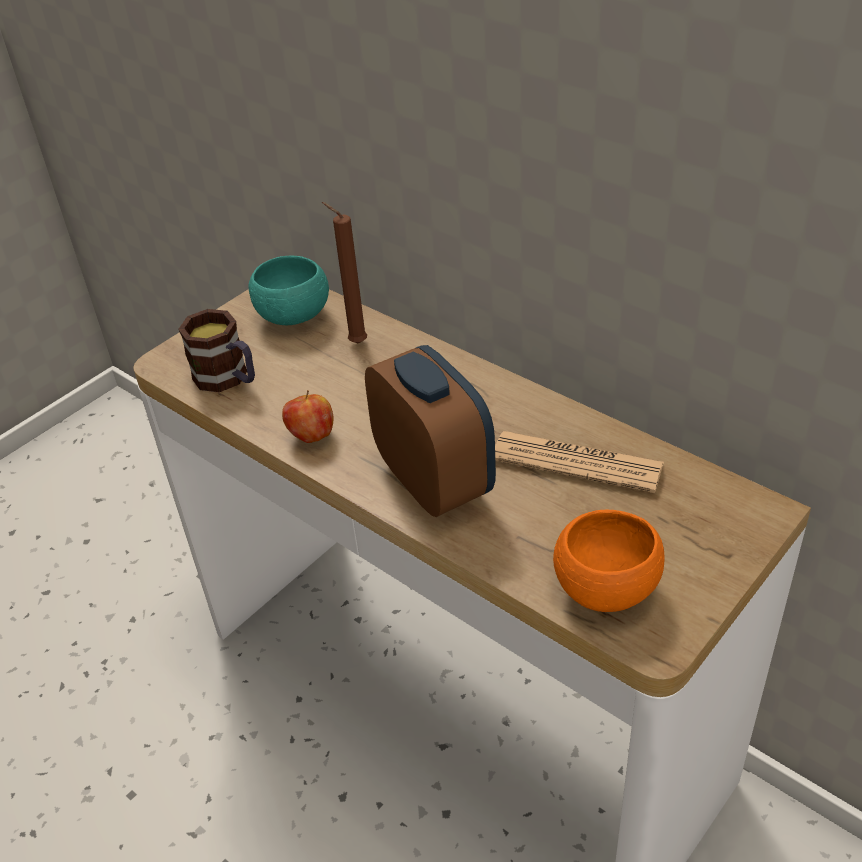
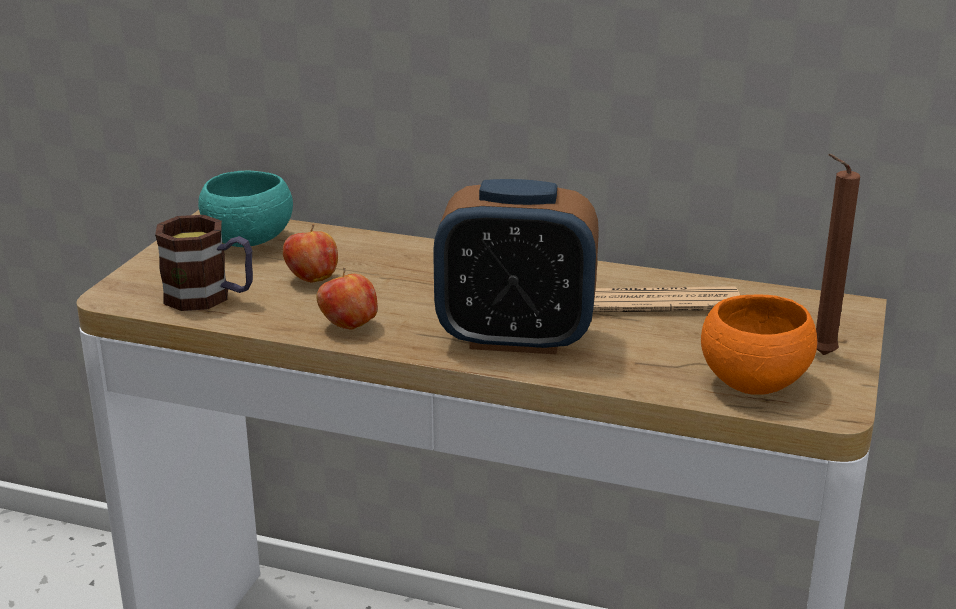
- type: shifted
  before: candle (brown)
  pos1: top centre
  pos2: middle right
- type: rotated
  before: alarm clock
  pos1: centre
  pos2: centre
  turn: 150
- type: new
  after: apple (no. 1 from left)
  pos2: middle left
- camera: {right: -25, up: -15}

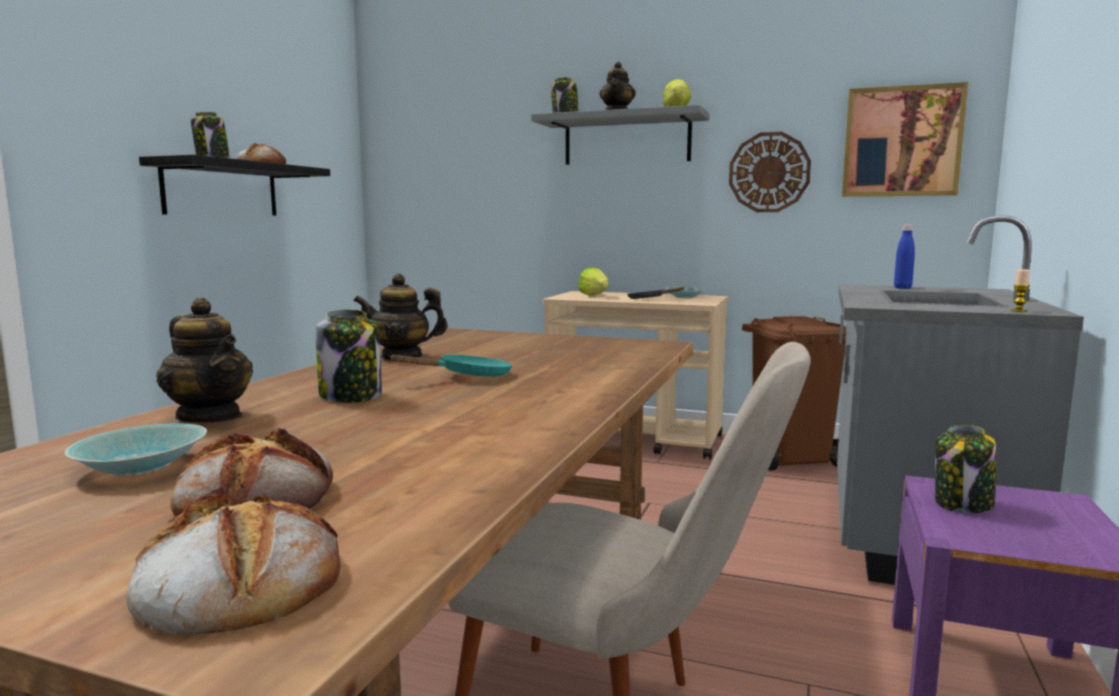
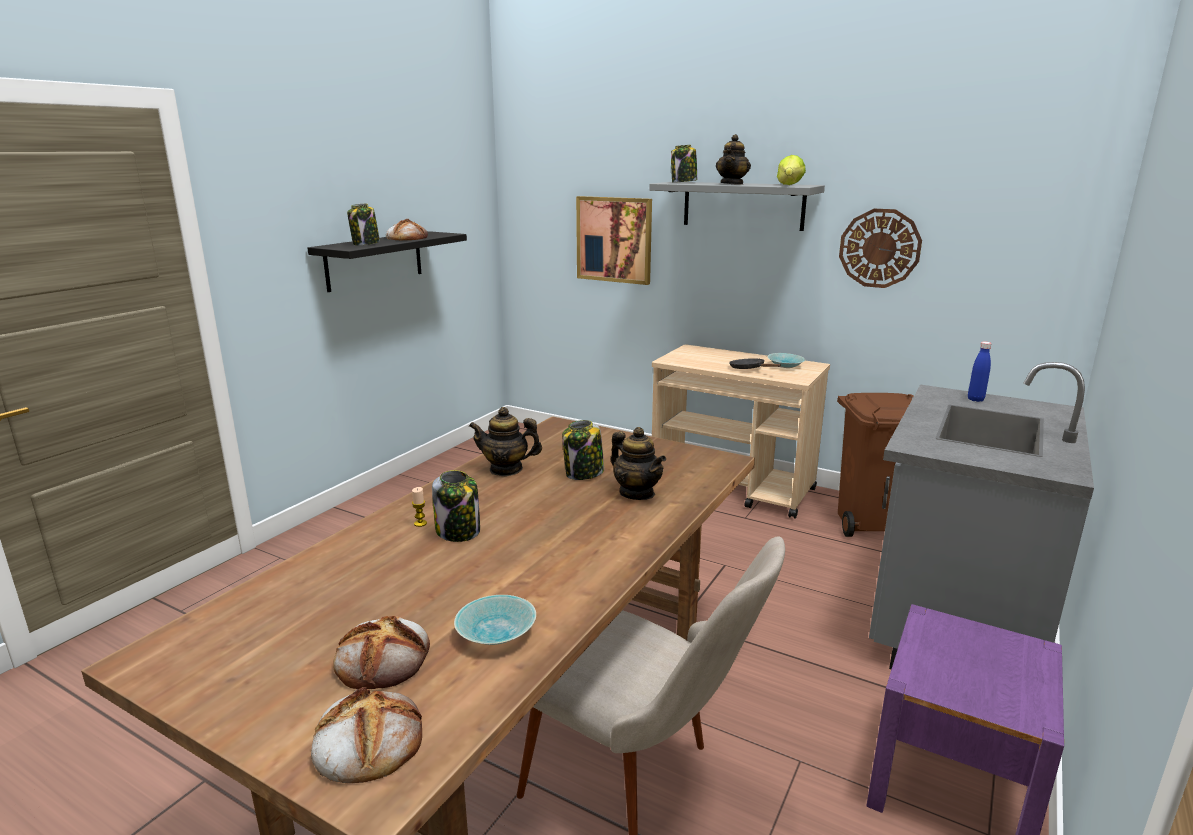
- type: shifted
  before: picture
  pos1: top right
  pos2: top centre
- type: gone
  before: lettuce (no. 1 from left)
  pos1: centre
- type: shifted
  before: candle
  pos1: middle right
  pos2: centre
- type: shifted
  before: teapot (no. 1 from left in the first image)
  after: teapot (no. 2 from left)
  pos1: middle left
  pos2: centre
- type: gone
  before: frying pan (turquoise)
  pos1: centre
- type: shifted
  before: bowl (turquoise) (no. 1 from left)
  pos1: middle left
  pos2: bottom centre
- type: shifted
  before: jar (no. 4 from left in the first image)
  after: jar (no. 3 from left)
  pos1: bottom right
  pos2: centre
- camera: {right: 10, up: 10}

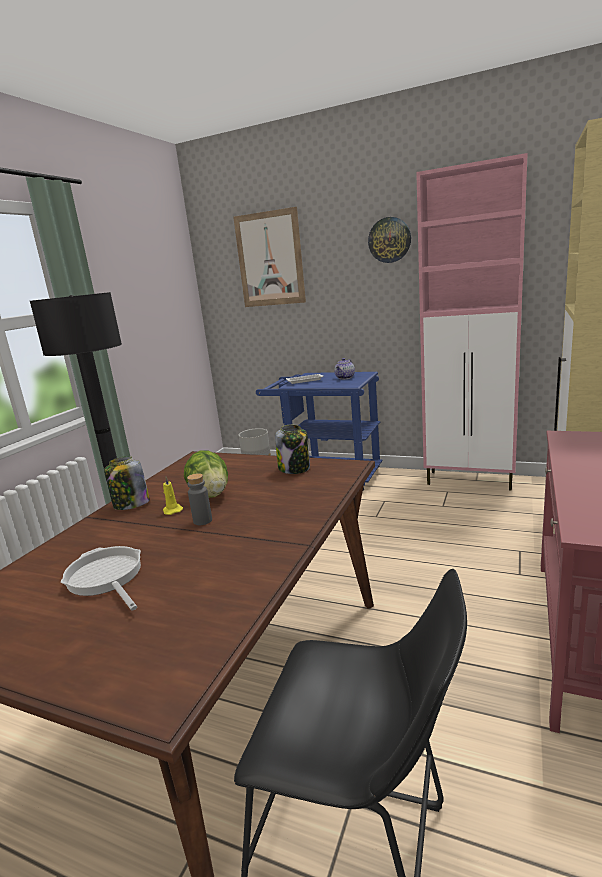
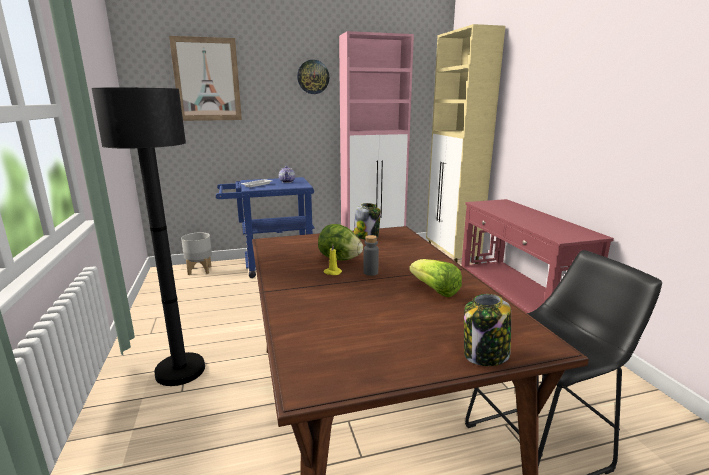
- type: shifted
  before: jar (no. 1 from left in the first image)
  after: jar (no. 2 from left)
  pos1: middle left
  pos2: bottom right
- type: gone
  before: frying pan
  pos1: middle left
- type: new
  after: lettuce (no. 2 from left)
  pos2: centre
- camera: {right: -40, up: 0}

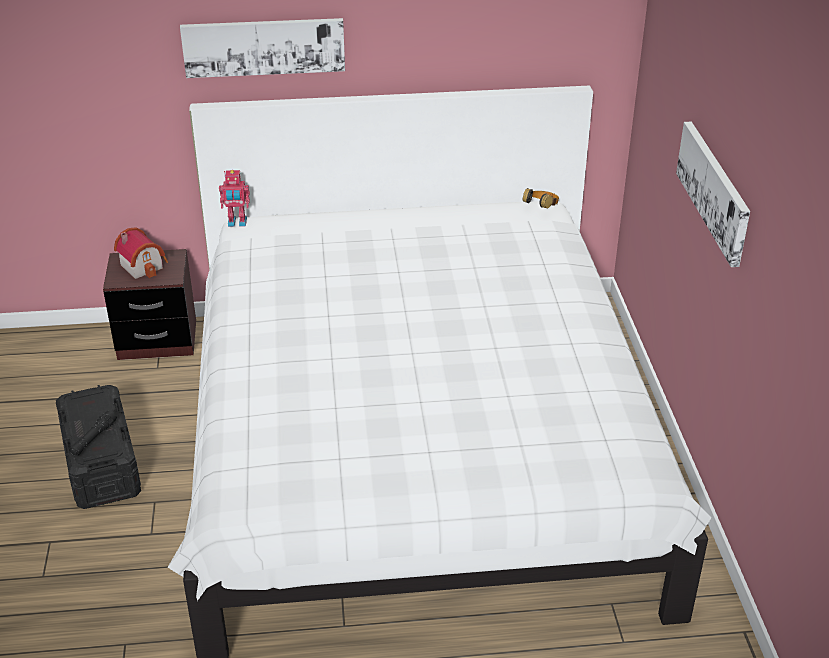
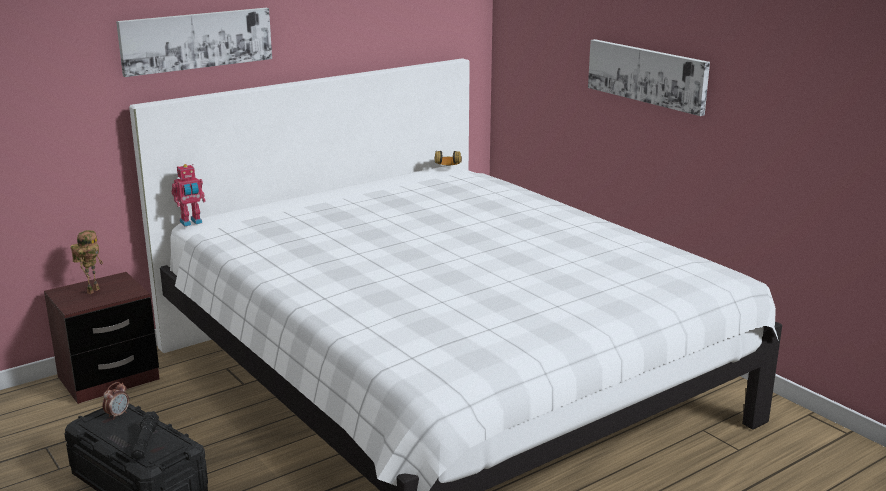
- type: swapped
  before: toy house
  after: toy robot (no. 1 from left)
  pos1: middle left
  pos2: middle left
- type: new
  after: alarm clock
  pos2: bottom left
- camera: {right: -30, up: -15}

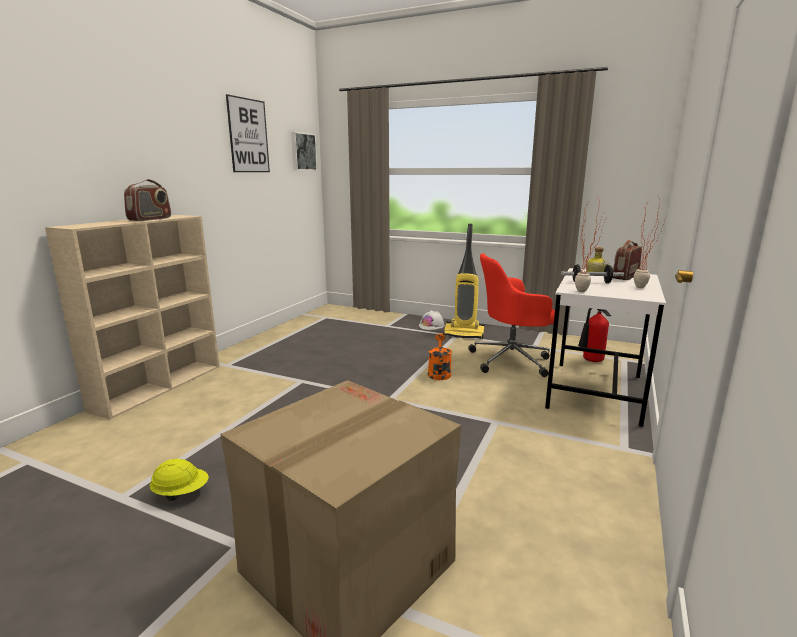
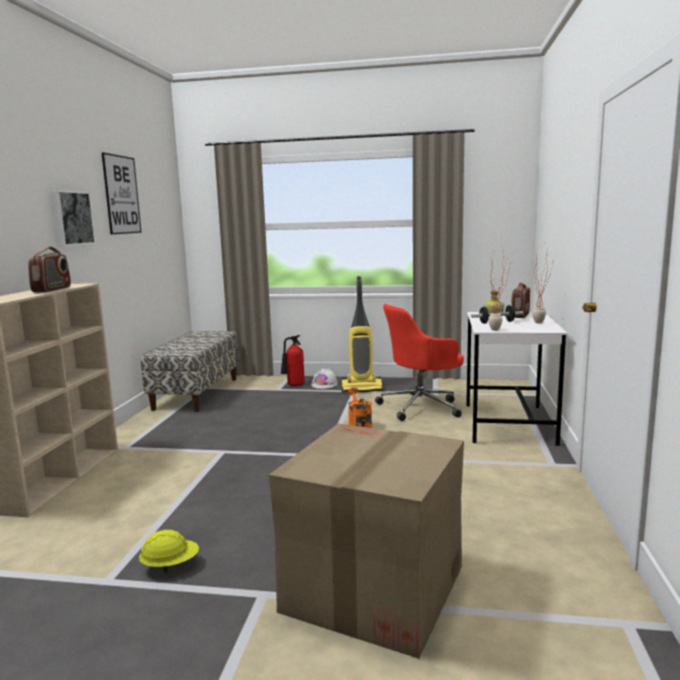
- type: shifted
  before: picture (no. 2 from left in the first image)
  after: picture (no. 1 from left)
  pos1: top centre
  pos2: top left
- type: shifted
  before: fire extinguisher
  pos1: middle right
  pos2: centre
- type: new
  after: bench
  pos2: middle left
- camera: {right: -15, up: -5}

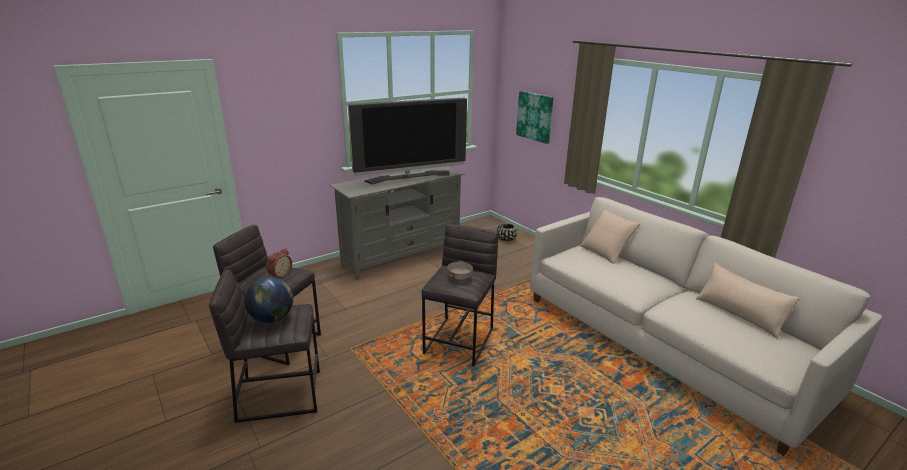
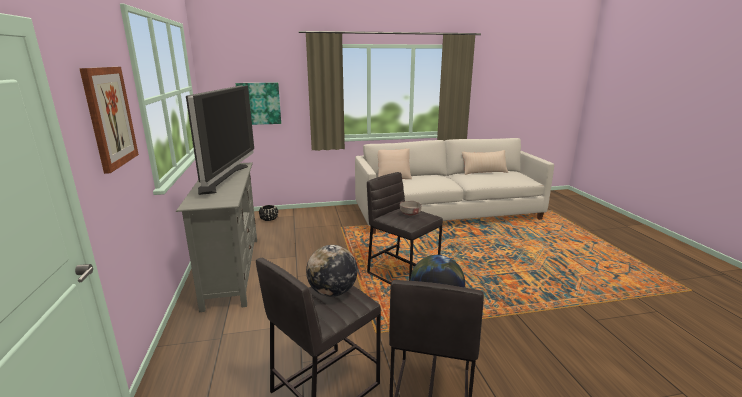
- type: swapped
  before: alarm clock
  after: globe (no. 1 from left)
  pos1: middle left
  pos2: bottom centre
- type: new
  after: picture (no. 1 from left)
  pos2: top left
- camera: {right: -65, up: -5}

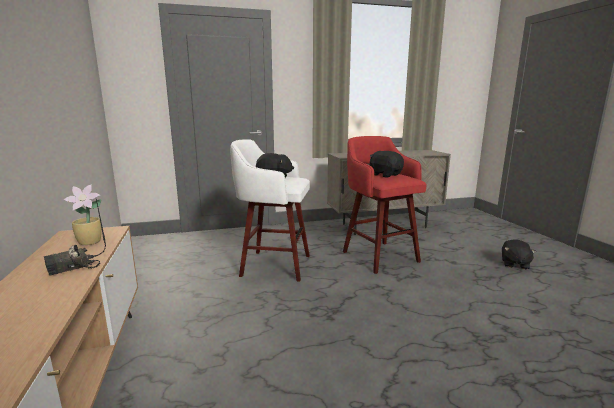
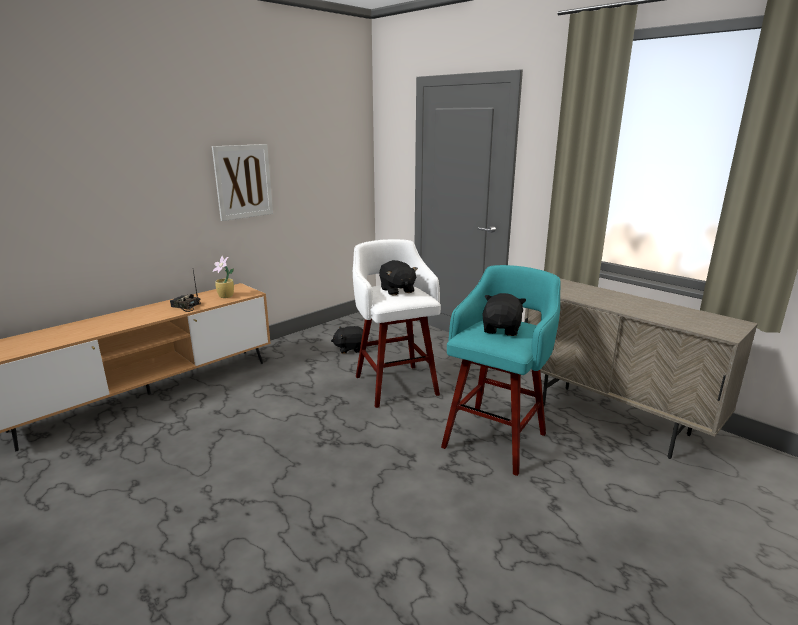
- type: repainted
  before: stool (red)
  after: stool (turquoise)
  pos1: centre
  pos2: centre
- type: shifted
  before: plush toy (black) (no. 3 from left in the first image)
  after: plush toy (black) (no. 1 from left)
  pos1: middle right
  pos2: centre
- type: new
  after: picture
  pos2: top left
- camera: {right: 60, up: 5}

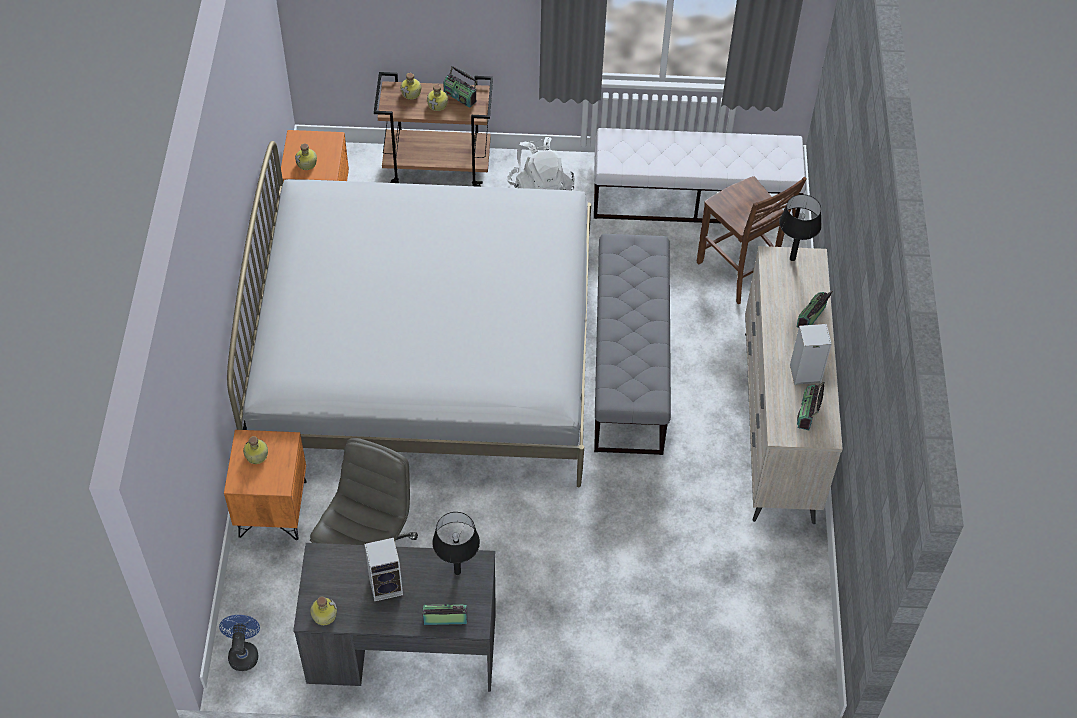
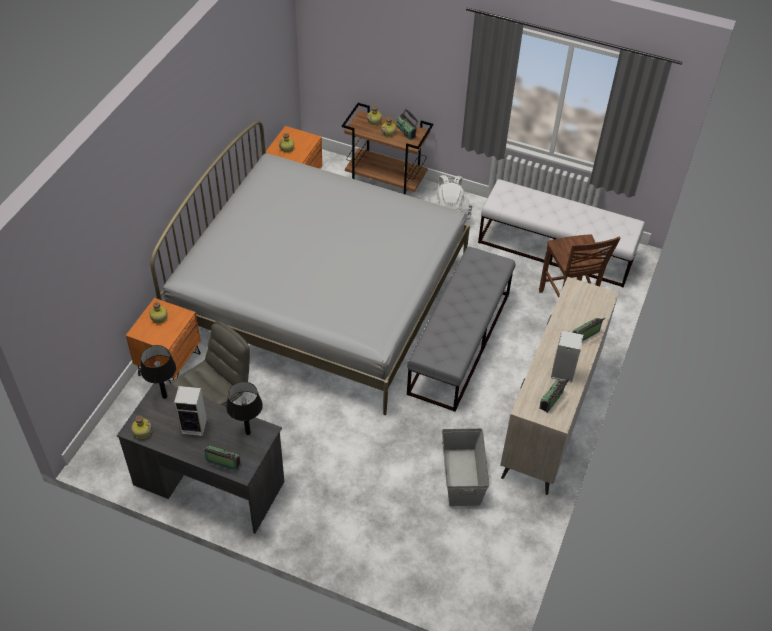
- type: shifted
  before: table lamp (black) (no. 2 from left in the first image)
  after: table lamp (black) (no. 1 from left)
  pos1: top right
  pos2: middle left
- type: gone
  before: fan (blue)
  pos1: bottom left
- type: new
  after: storage box (grey)
  pos2: bottom centre
- camera: {right: 20, up: -5}

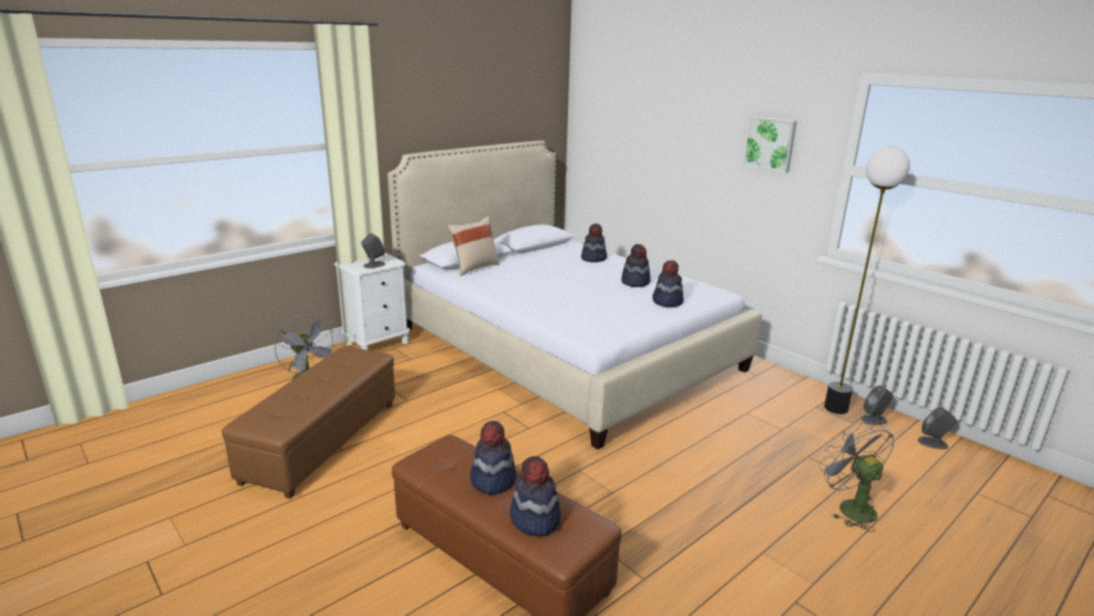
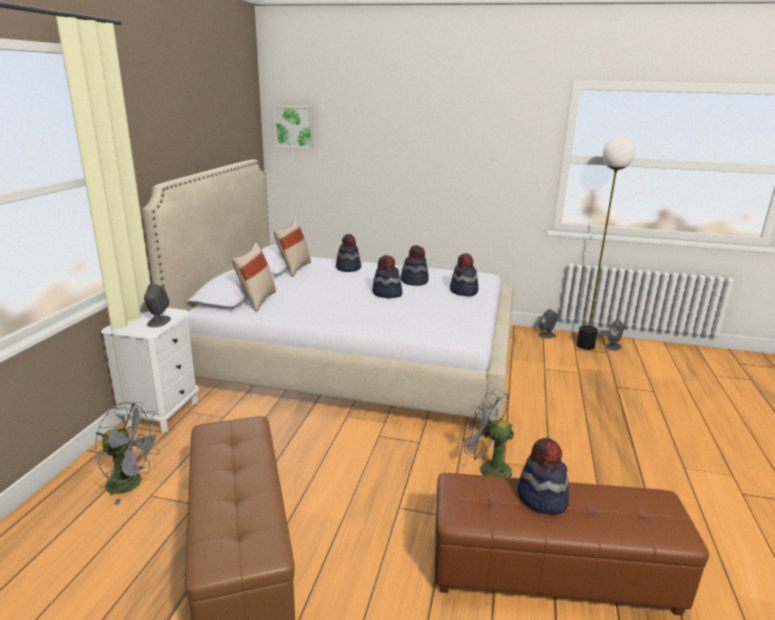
- type: shifted
  before: picture
  pos1: top right
  pos2: top centre
- type: shifted
  before: speaker (grey) (no. 3 from left in the first image)
  after: speaker (grey) (no. 2 from left)
  pos1: bottom right
  pos2: middle right
- type: shifted
  before: fan (grey) (no. 2 from left)
  pos1: bottom right
  pos2: bottom centre
- type: shifted
  before: hat (no. 2 from left)
  pos1: bottom centre
  pos2: centre
- type: new
  after: pillow (beige) (no. 2 from left)
  pos2: centre
- camera: {right: -35, up: 0}

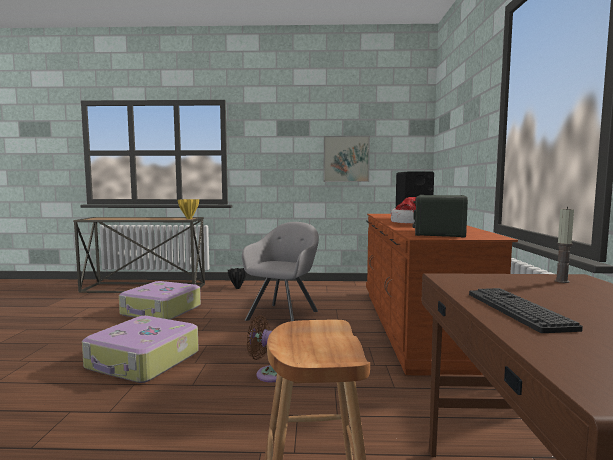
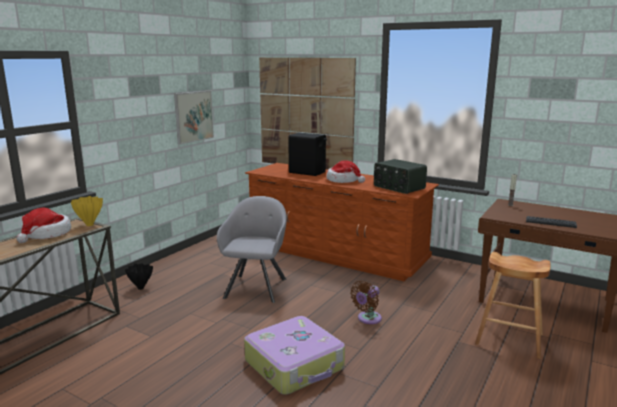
- type: rotated
  before: armchair (grey)
  pos1: centre
  pos2: centre
  turn: 45
- type: gone
  before: suitcase (no. 2 from left)
  pos1: middle left
- type: new
  after: picture (no. 2 from left)
  pos2: top centre
- type: new
  after: hat (no. 1 from left)
  pos2: middle left
- camera: {right: -60, up: 10}

